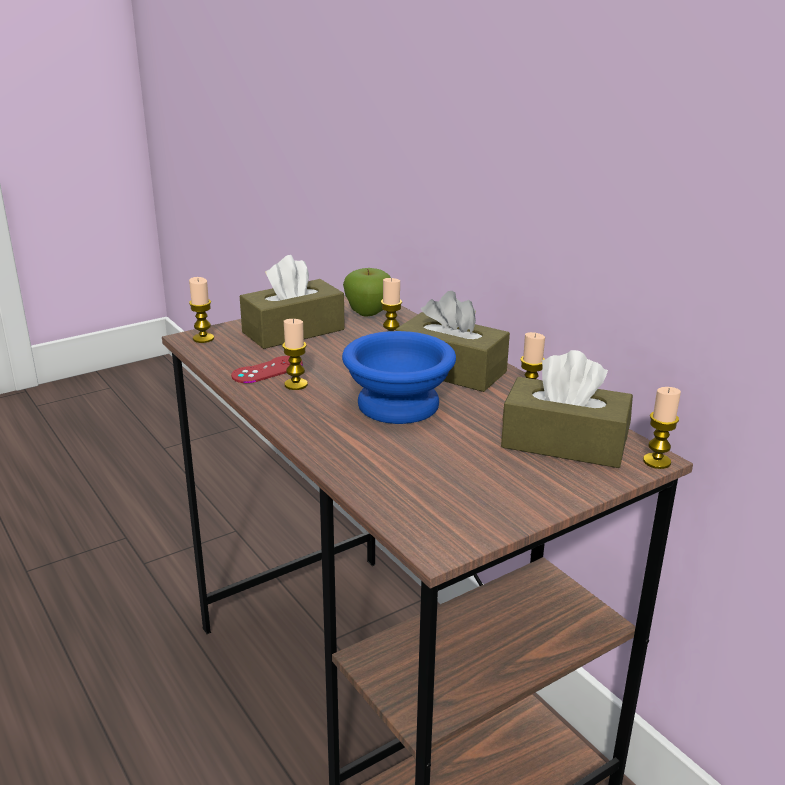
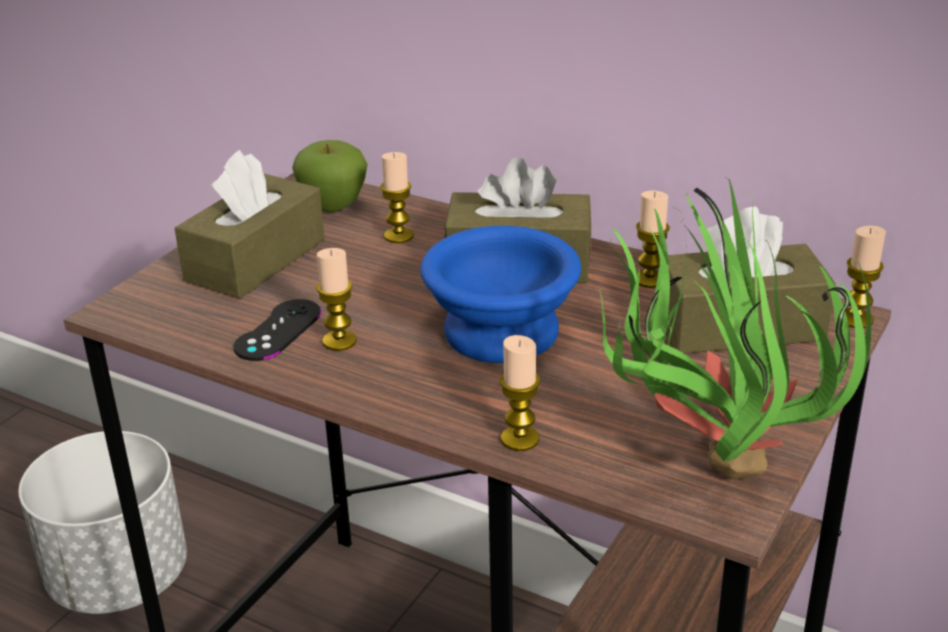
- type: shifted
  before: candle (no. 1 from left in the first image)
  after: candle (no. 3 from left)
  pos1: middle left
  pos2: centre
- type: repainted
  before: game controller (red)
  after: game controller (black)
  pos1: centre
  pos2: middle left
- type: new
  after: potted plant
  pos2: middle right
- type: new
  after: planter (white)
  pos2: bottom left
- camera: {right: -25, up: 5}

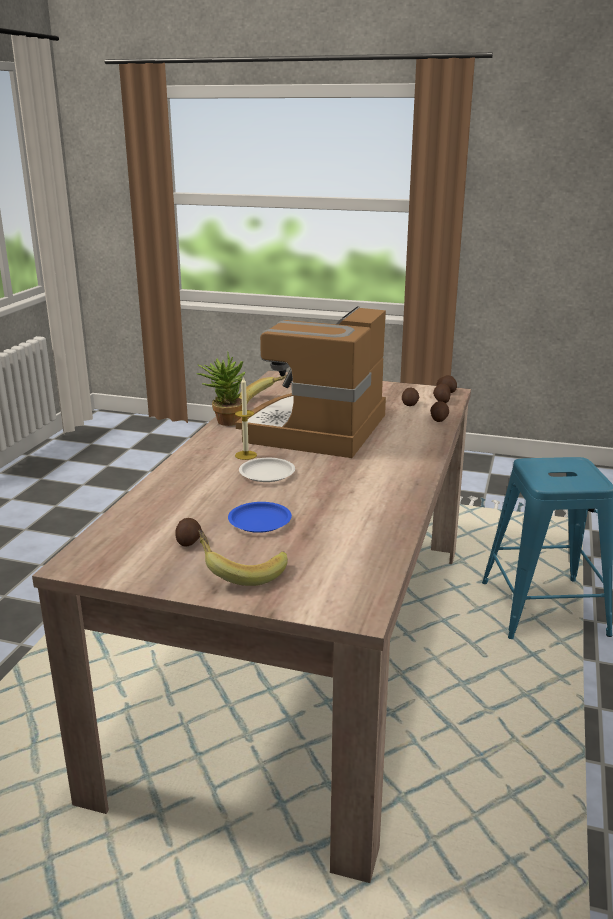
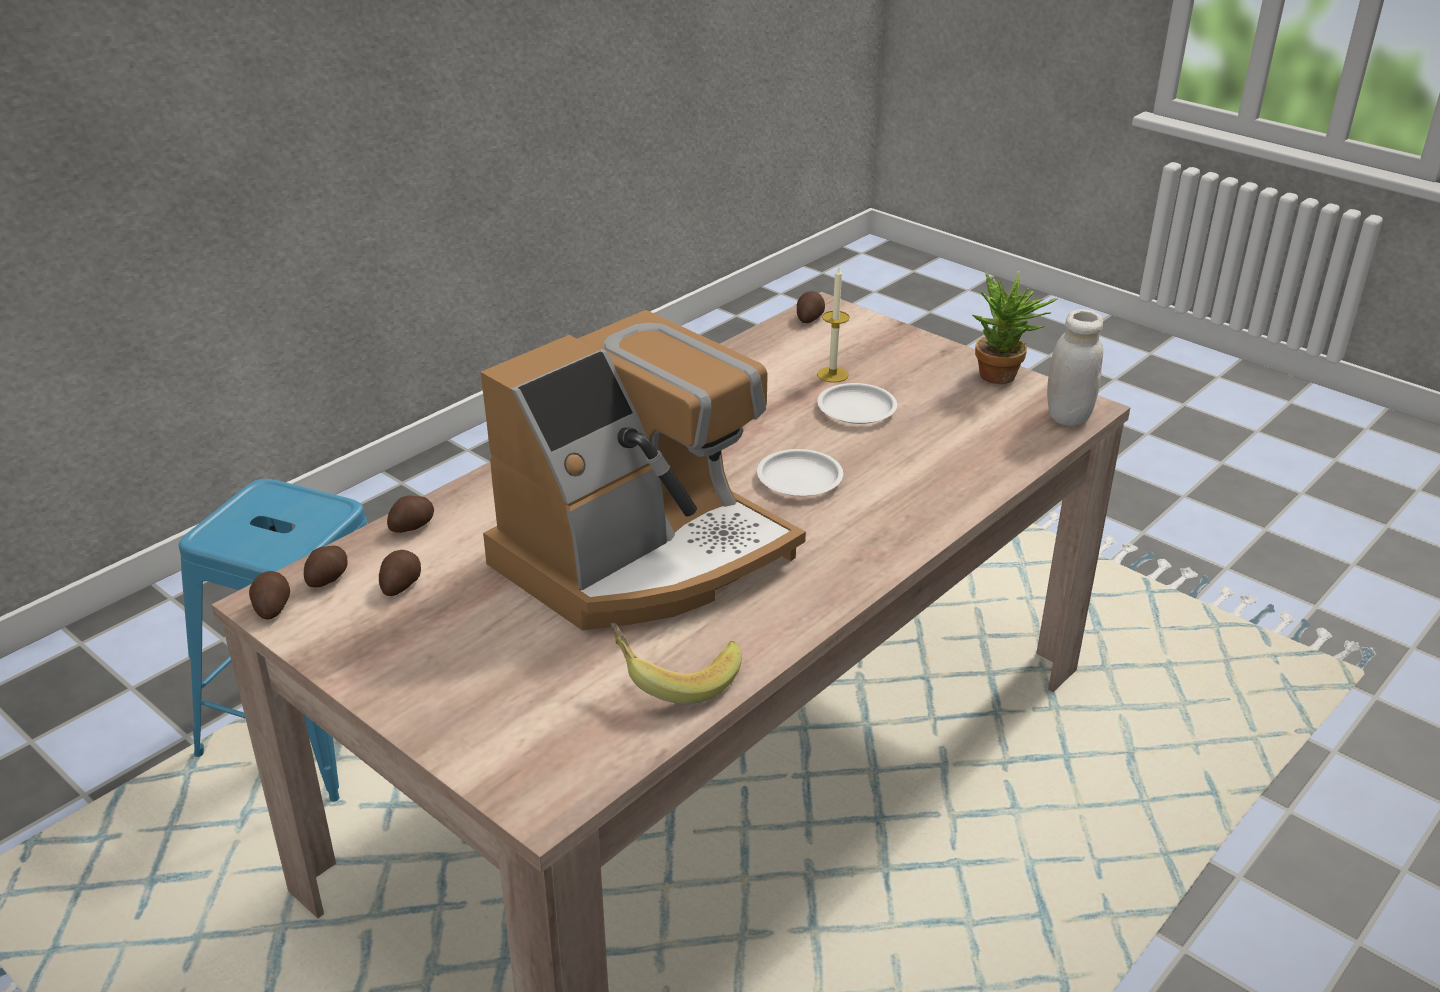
- type: shifted
  before: potted plant
  pos1: centre
  pos2: top right
- type: shifted
  before: candle
  pos1: centre
  pos2: top centre
- type: repainted
  before: plate (blue)
  after: plate (white) (no. 2 from left)
  pos1: centre
  pos2: centre
- type: shifted
  before: potato (no. 1 from left in the first image)
  after: potato (no. 5 from left)
  pos1: middle left
  pos2: top centre
- type: gone
  before: banana (no. 1 from left)
  pos1: centre
- type: new
  after: jar (white)
  pos2: middle right
- camera: {right: -155, up: 10}

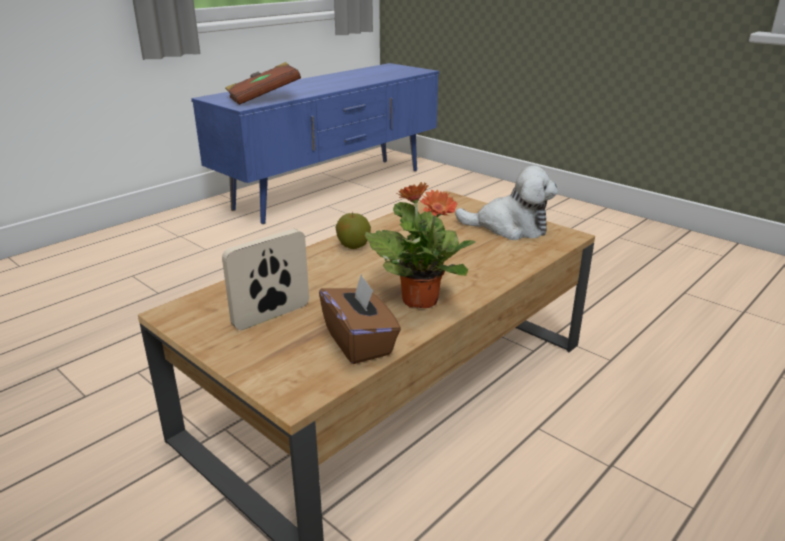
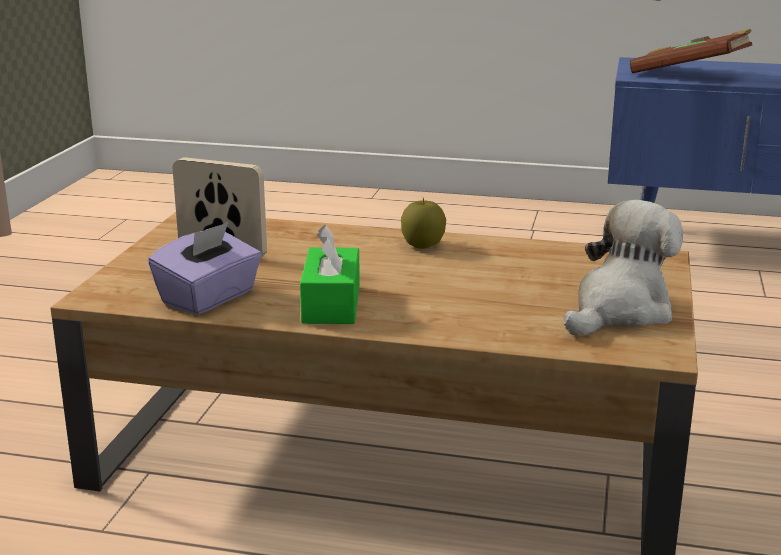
- type: rotated
  before: plush toy
  pos1: centre
  pos2: middle right
  turn: -120
- type: swapped
  before: potted plant
  after: tissue box (green)
  pos1: centre
  pos2: centre
- type: repainted
  before: tissue box (brown)
  after: tissue box (purple)
  pos1: centre
  pos2: middle left
- camera: {right: 60, up: -5}

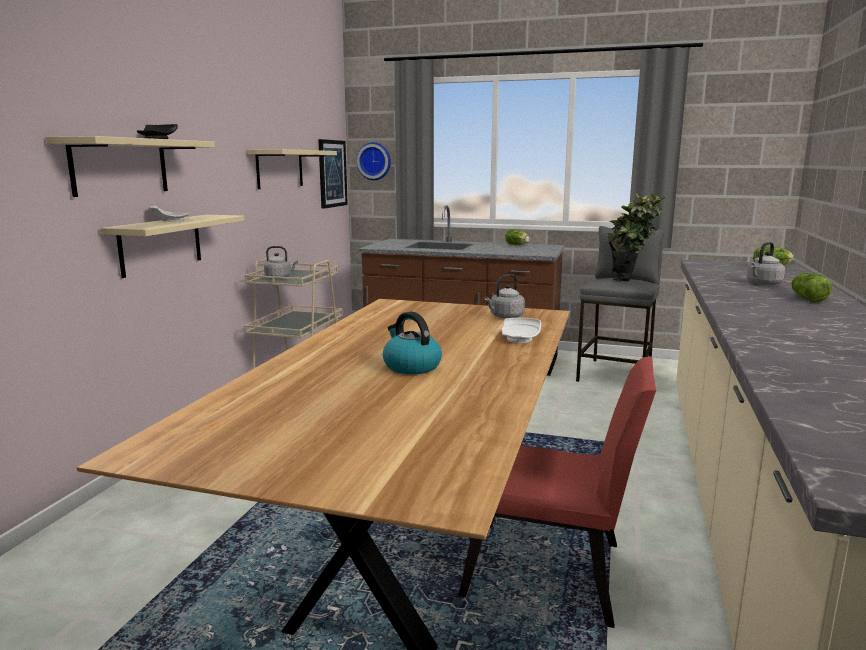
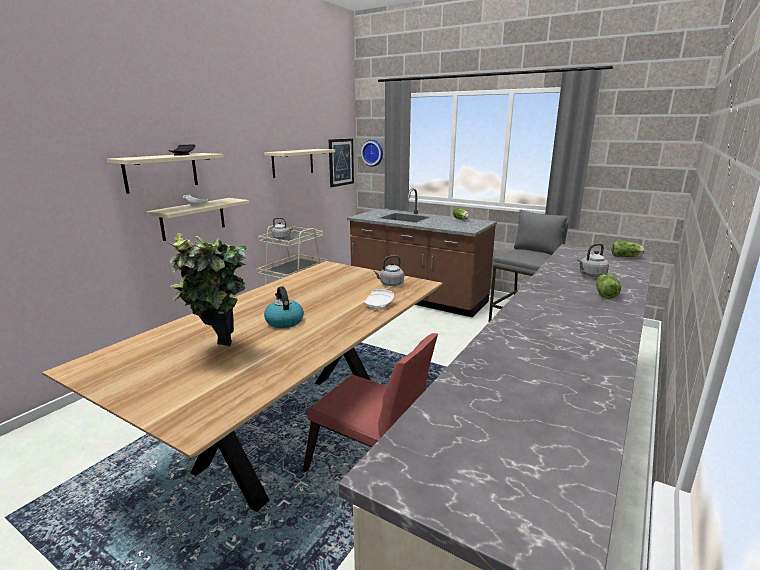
- type: shifted
  before: potted plant
  pos1: middle right
  pos2: middle left
- camera: {right: 15, up: 5}

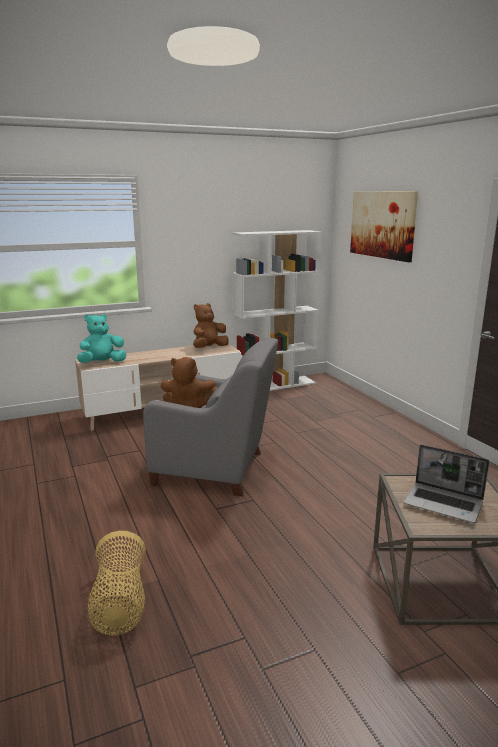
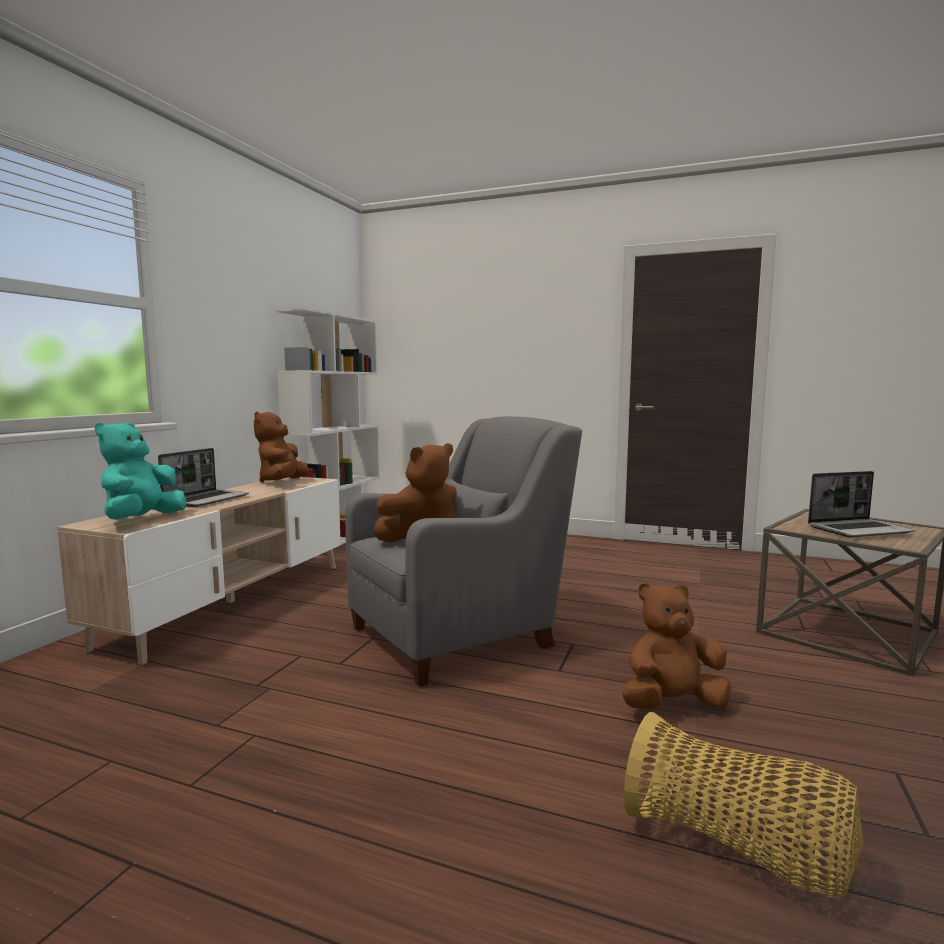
- type: gone
  before: picture
  pos1: top right
- type: new
  after: laptop (no. 1 from left)
  pos2: middle left
- type: new
  after: plush toy (brown) (no. 3 from left)
  pos2: bottom right
- camera: {right: -45, up: -10}

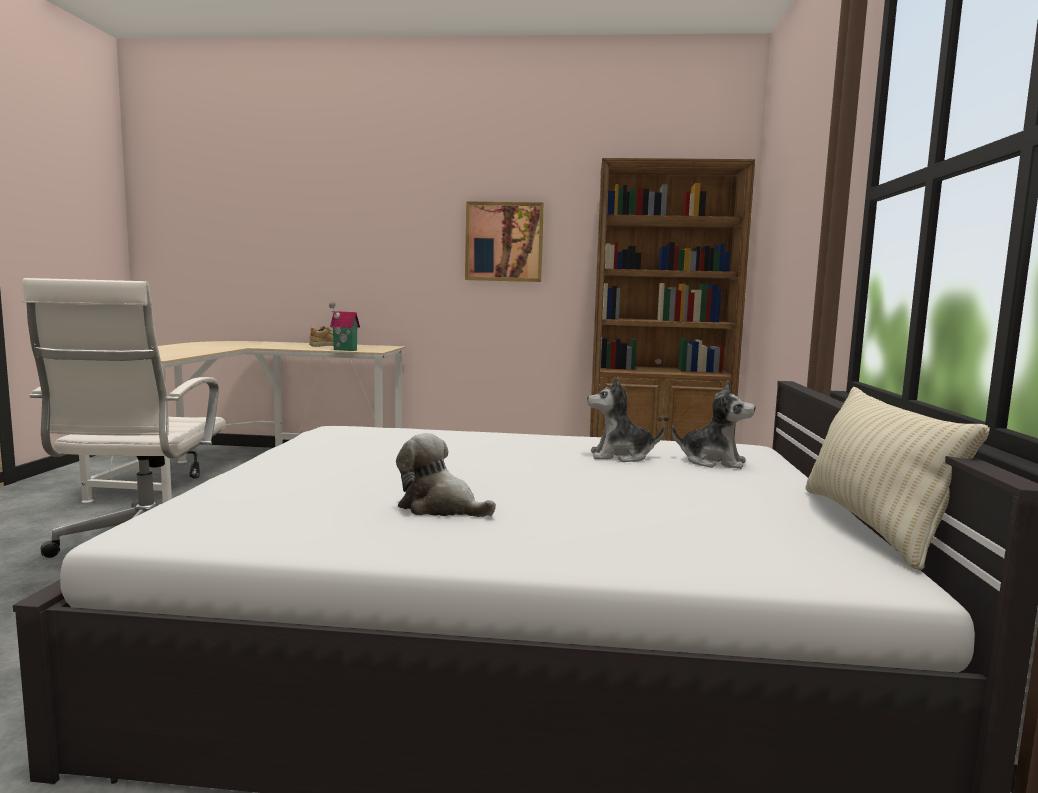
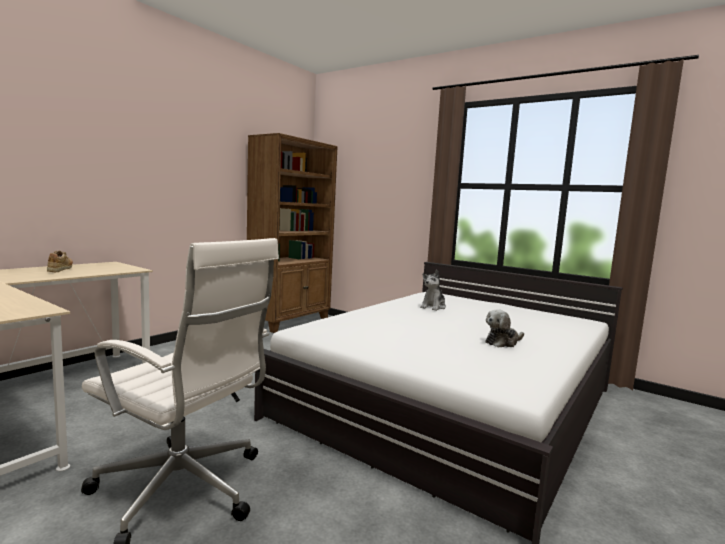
- type: gone
  before: picture
  pos1: top centre
- type: gone
  before: toy house
  pos1: middle left
- type: gone
  before: plush toy (no. 3 from left)
  pos1: middle right
- type: gone
  before: pillow (beige)
  pos1: middle right
- camera: {right: -60, up: 0}

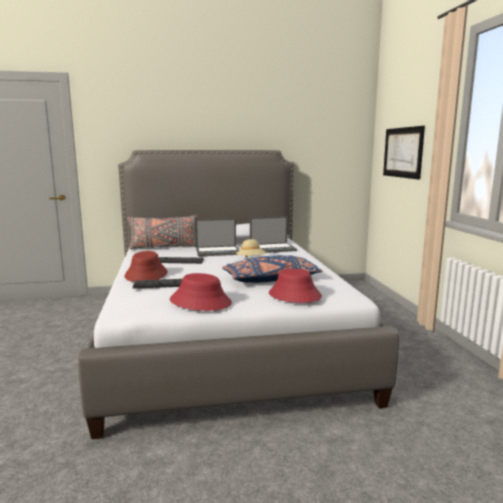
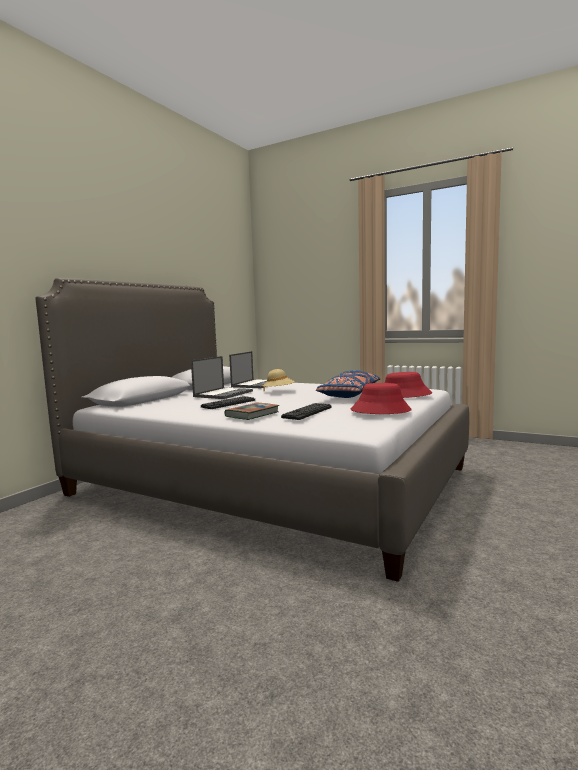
- type: gone
  before: picture
  pos1: top right
- type: gone
  before: pillow (grey)
  pos1: middle left
- type: swapped
  before: hat (red) (no. 1 from left)
  after: book
  pos1: middle left
  pos2: centre
- camera: {right: -50, up: -5}

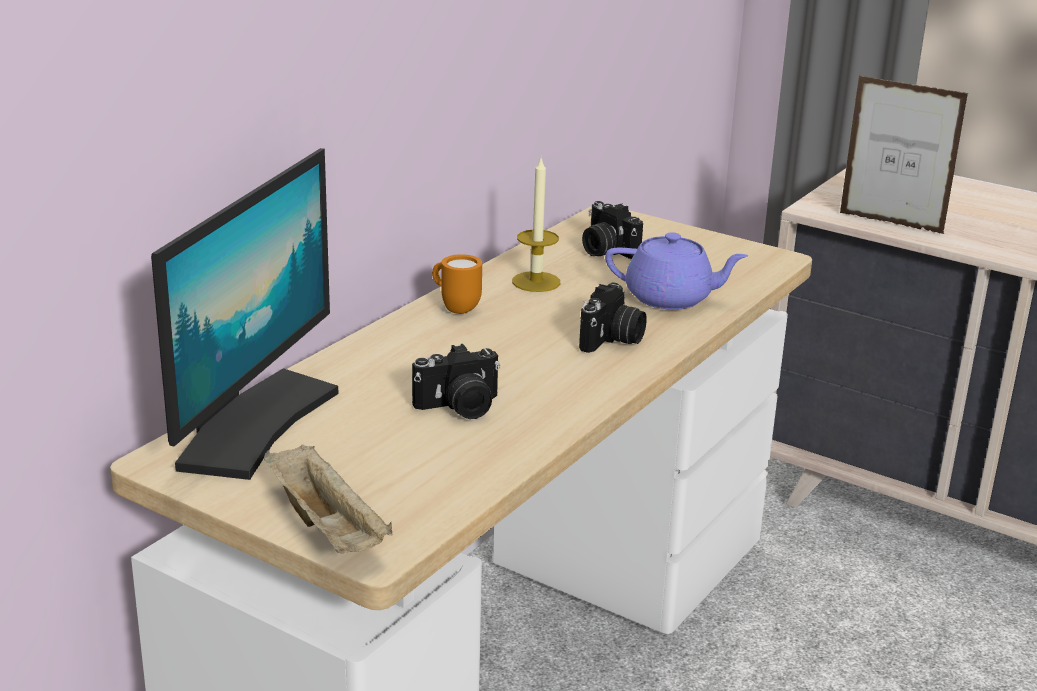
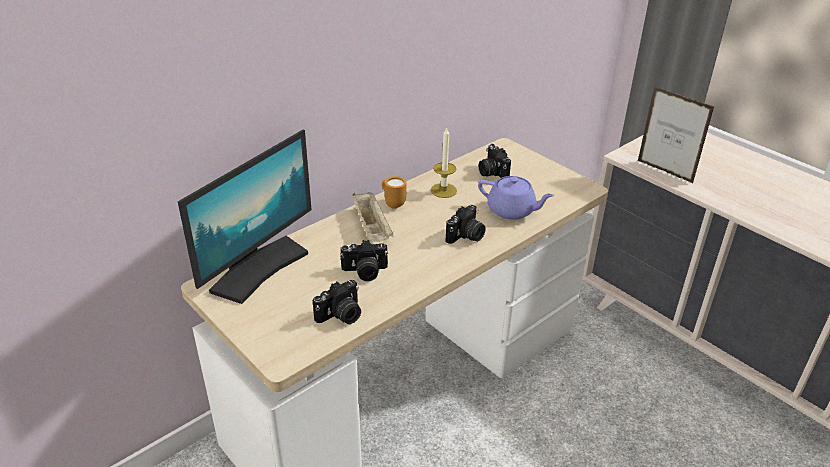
- type: shifted
  before: tray (beige)
  pos1: bottom left
  pos2: centre
- type: new
  after: photo camera (no. 1 from left)
  pos2: centre
- camera: {right: 15, up: 10}

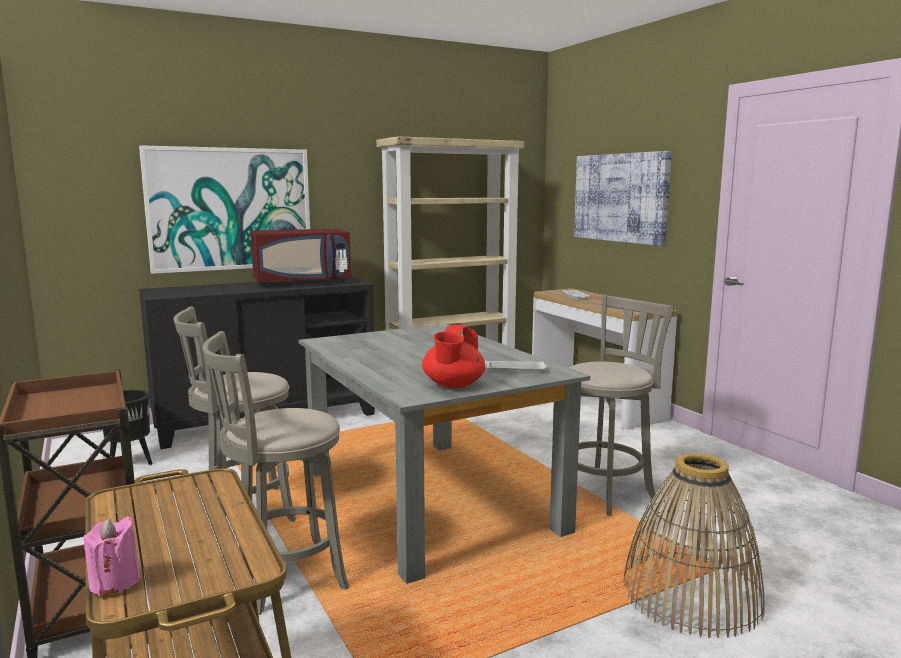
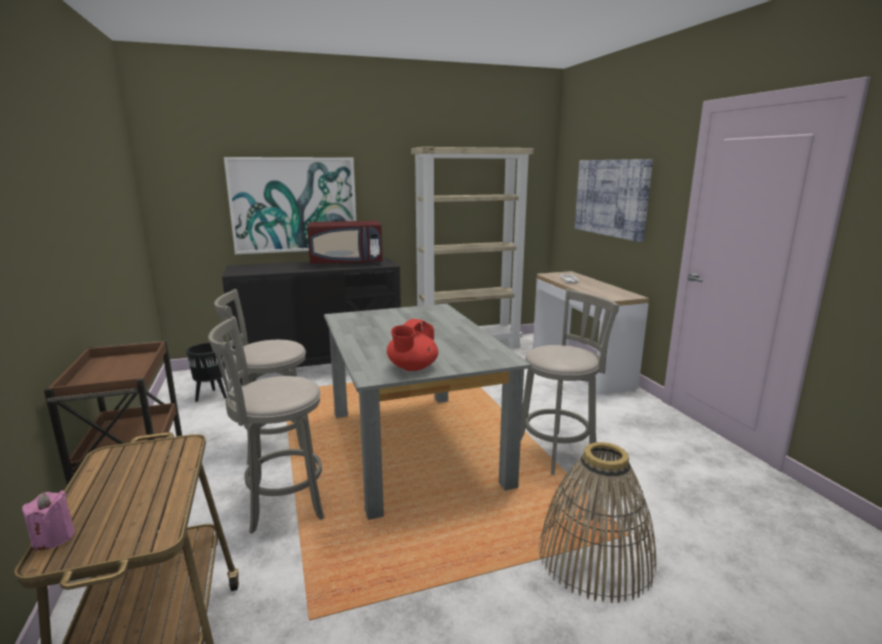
- type: gone
  before: tray (white) (no. 1 from left)
  pos1: centre
- camera: {right: 10, up: 5}

